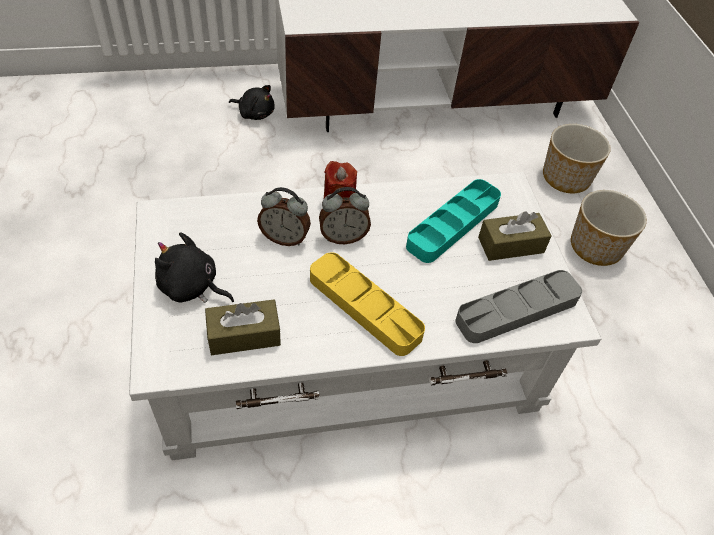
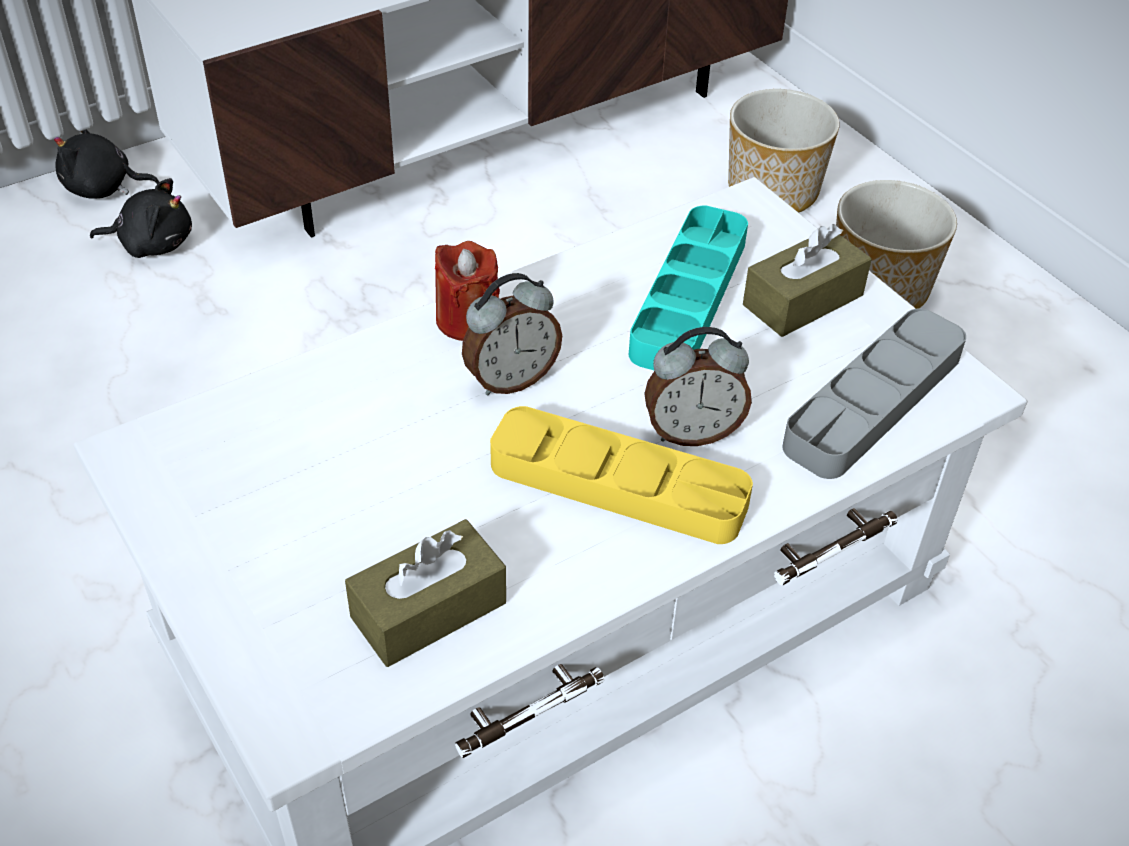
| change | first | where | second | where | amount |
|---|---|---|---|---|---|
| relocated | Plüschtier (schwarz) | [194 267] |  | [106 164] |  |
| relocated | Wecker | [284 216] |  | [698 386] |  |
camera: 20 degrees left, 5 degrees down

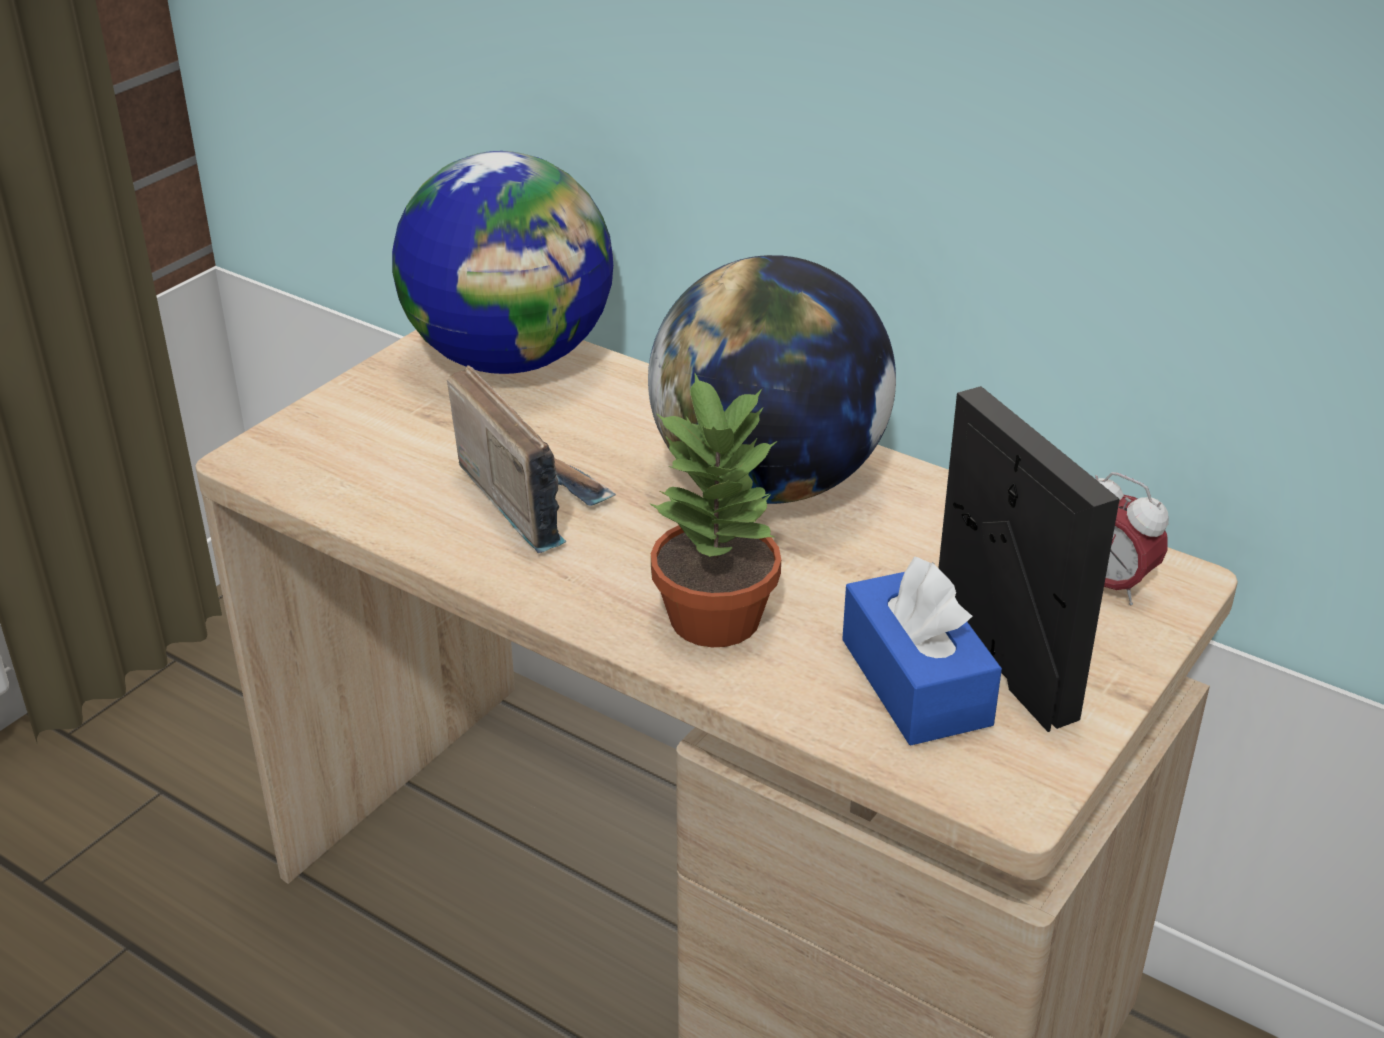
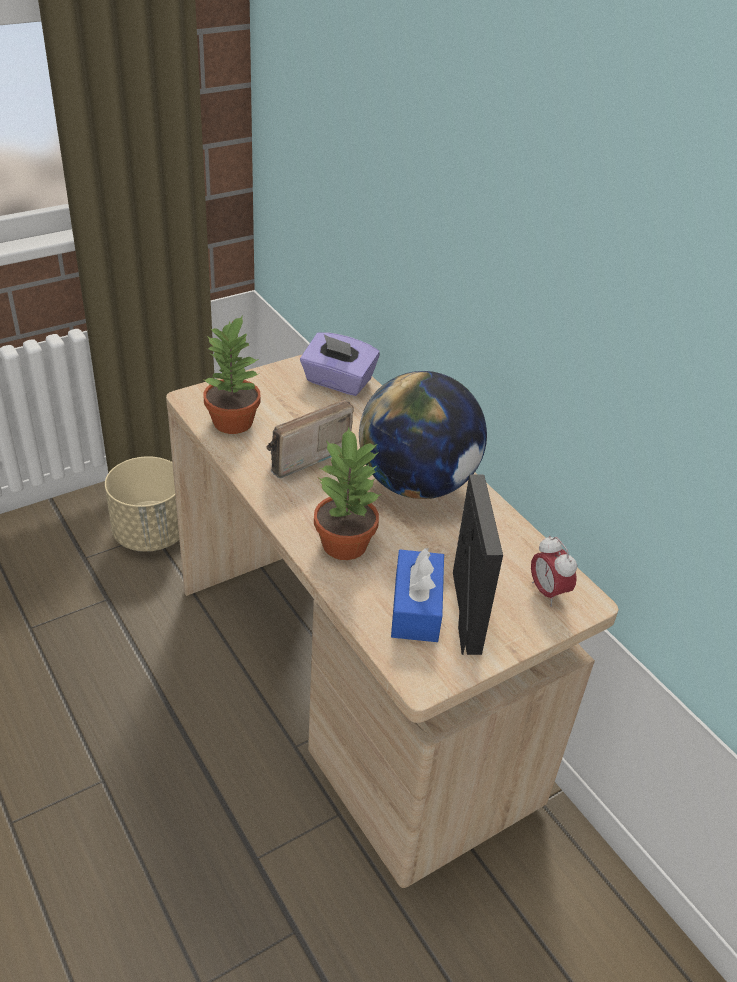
| change | first | where | second | where | amount |
|---|---|---|---|---|---|
| appeared |  |  | Pflanzkübel (beige) | [142 504] |  |
| appeared |  |  | Topfpflanze | [231 374] |  |
| exchanged | Globus | [502 262] | Taschentuchbox (lila) | [340 364] |  |
| spun | Radio | [531 459] |  | [310 439] | 120 degrees counterclockwise |
camera: 20 degrees right, 5 degrees up

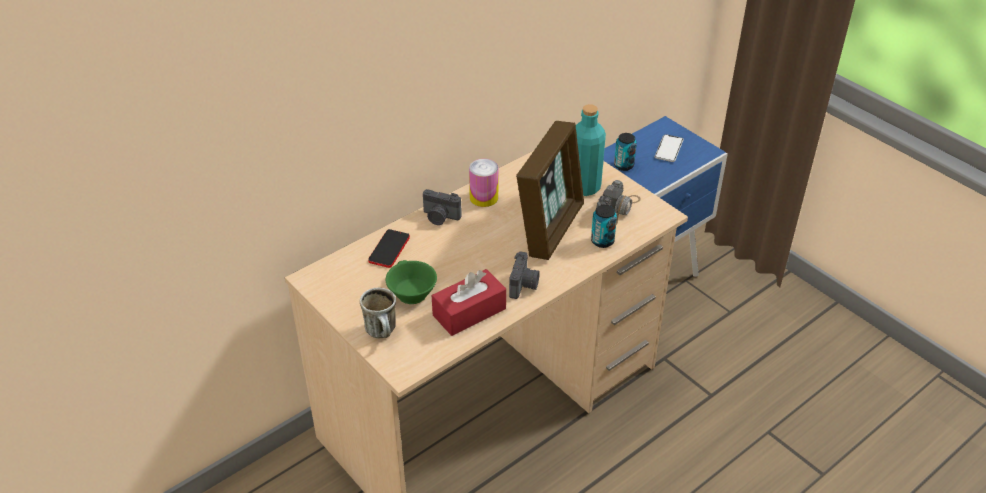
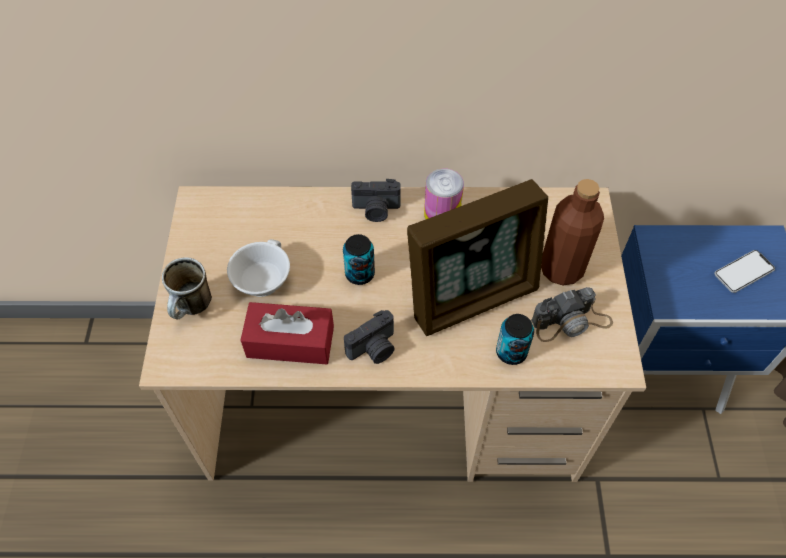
| change | first | where | second | where | amount |
|---|---|---|---|---|---|
| missing | Handy | [389 248] |  |  |  |
| relocated | Dose | [625 152] |  | [359 259] |  |
| colour | Tasse (grün) | [411 282] | Tasse (weiß) | [258 268] |  |
| colour | Flasche (türkis) | [591 150] | Flasche (braun) | [572 232] |  |
| spun | Kamera | [442 207] |  | [376 200] | 60 degrees counterclockwise |
camera: 40 degrees right, 15 degrees up

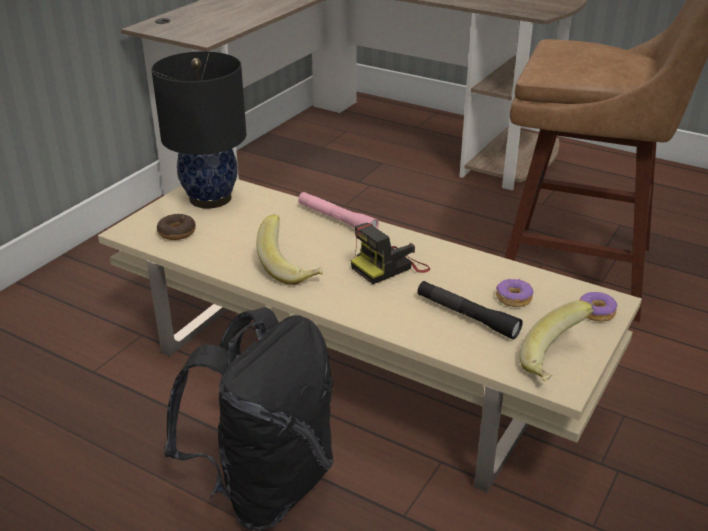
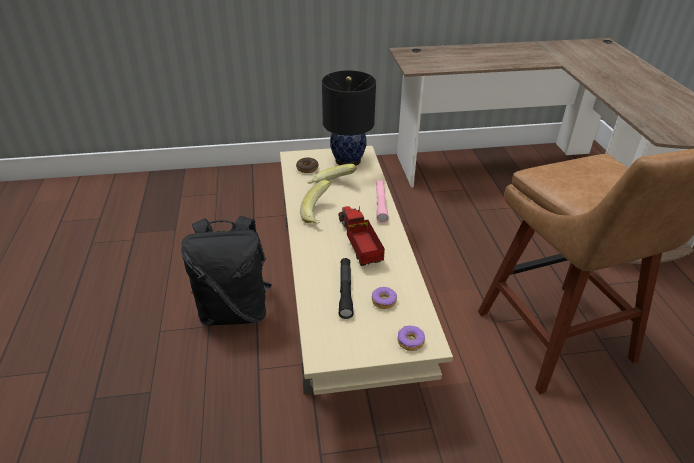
| change | first | where | second | where | amount |
|---|---|---|---|---|---|
| relocated | Banane | [556 340] |  | [332 174] |  |
| exchanged | Kamera | [390 253] | Spielzeuglaster | [361 236] |  |
camera: 50 degrees right, 5 degrees up

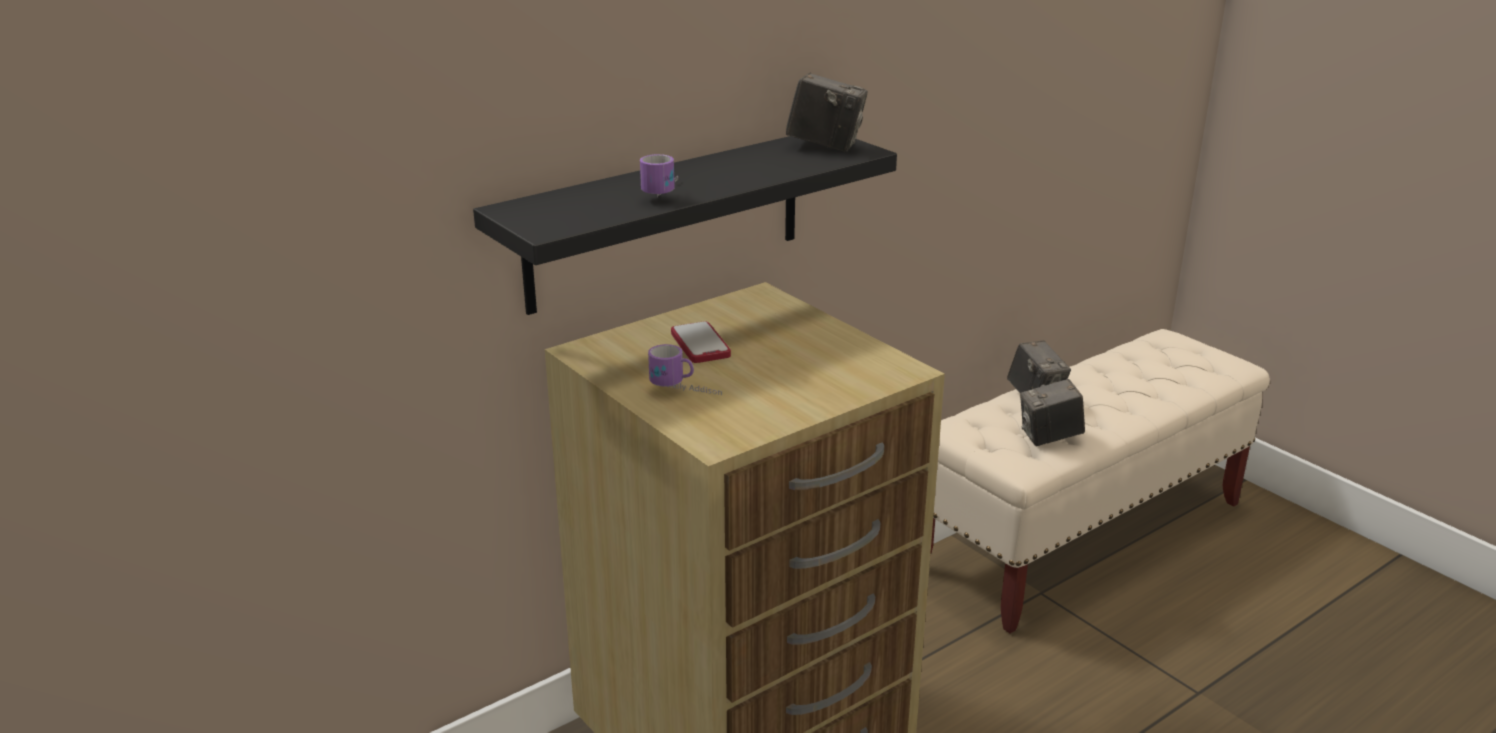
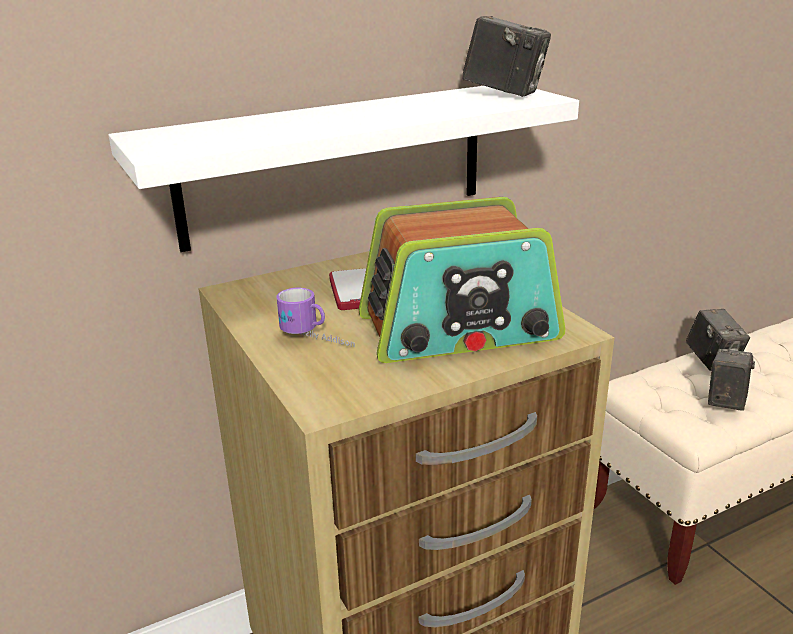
| change | first | where | second | where | amount |
|---|---|---|---|---|---|
| missing | Henkelbecher | [659 175] |  |  |  |
| appeared |  |  | Radio | [462 280] |  |
| colour | Wandregal (schwarz) | [685 225] | Wandregal (weiß) | [344 169] |  |
| spun | Kamera | [1052 412] |  | [731 380] | 120 degrees clockwise |
camera: 10 degrees right, 0 degrees up

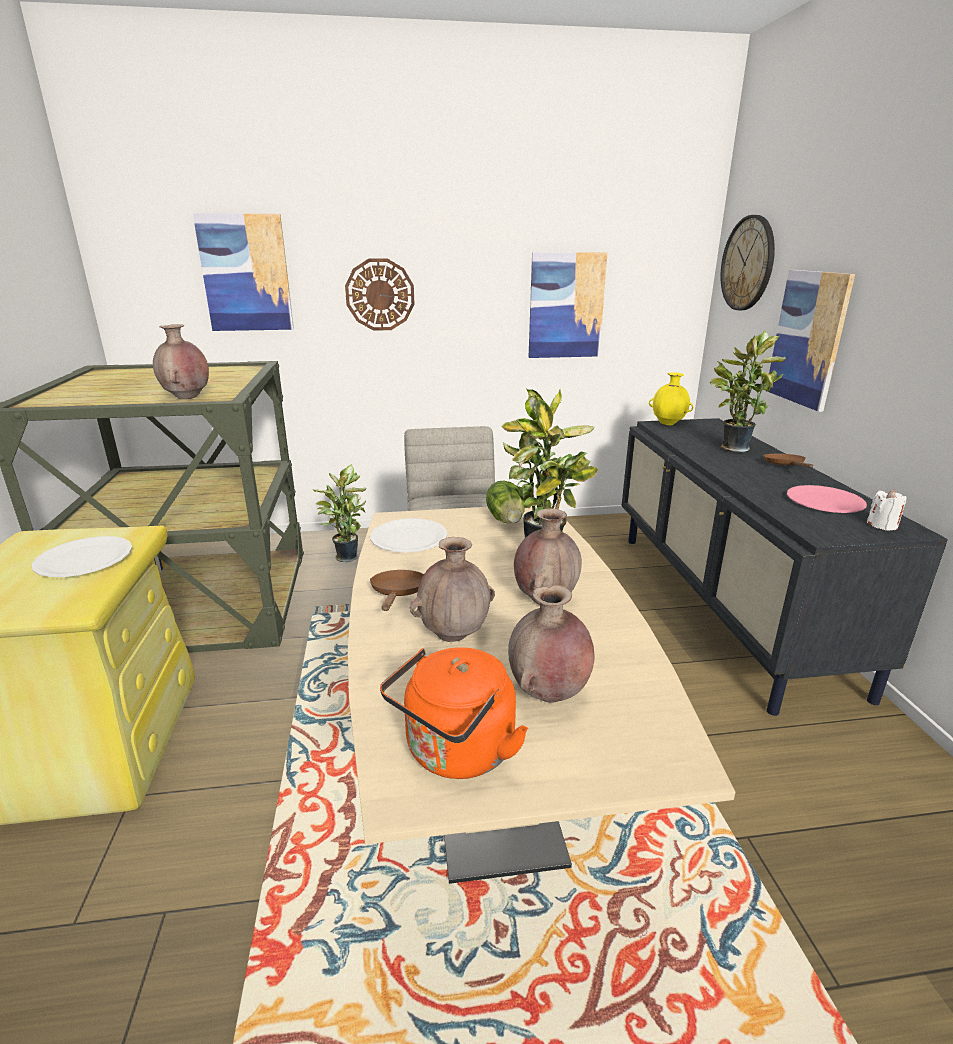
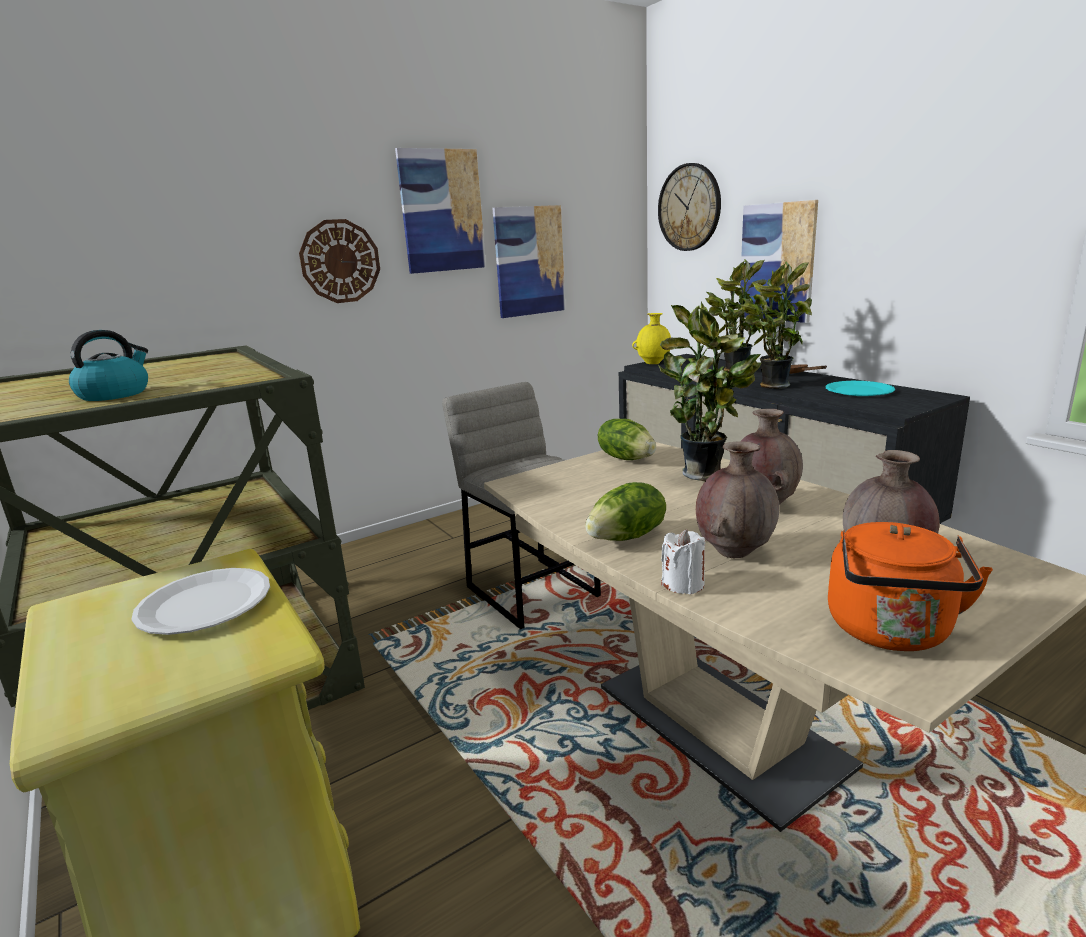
| change | first | where | second | where | amount |
|---|---|---|---|---|---|
| missing | Vase (braun) | [181 361] |  |  |  |
| missing | Teller (weiß) | [409 535] |  |  |  |
| appeared |  |  | Wasserkessel | [108 365] |  |
| relocated | Bild | [243 272] |  | [440 211] |  |
| relocated | Topfpflanze | [340 513] |  | [776 325] |  |
| relocated | Kerze (weiß) | [886 510] |  | [683 561] |  |
| exchanged | Pfanne (braun) | [397 590] | Salatkopf | [625 511] |  |
| colour | Teller (rosa) | [827 499] | Teller (türkis) | [860 388] |  |
camera: 25 degrees left, 5 degrees down

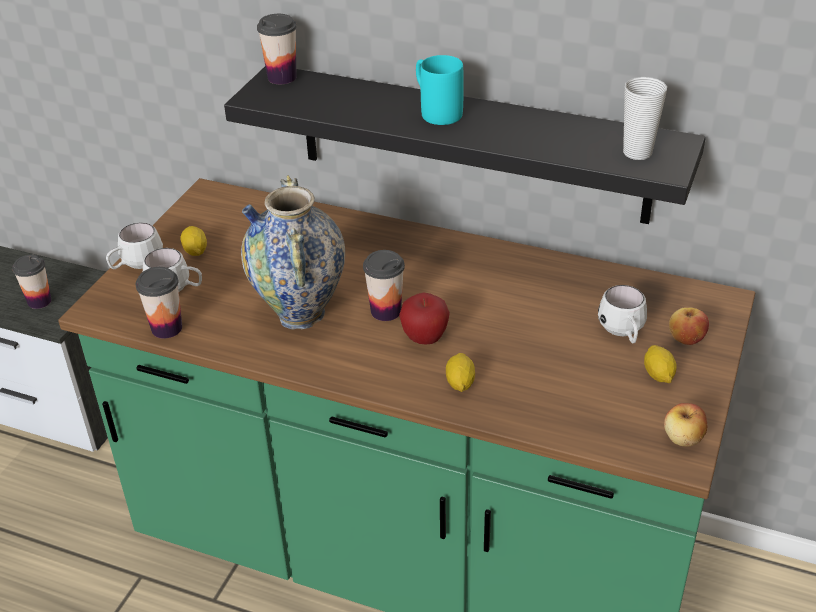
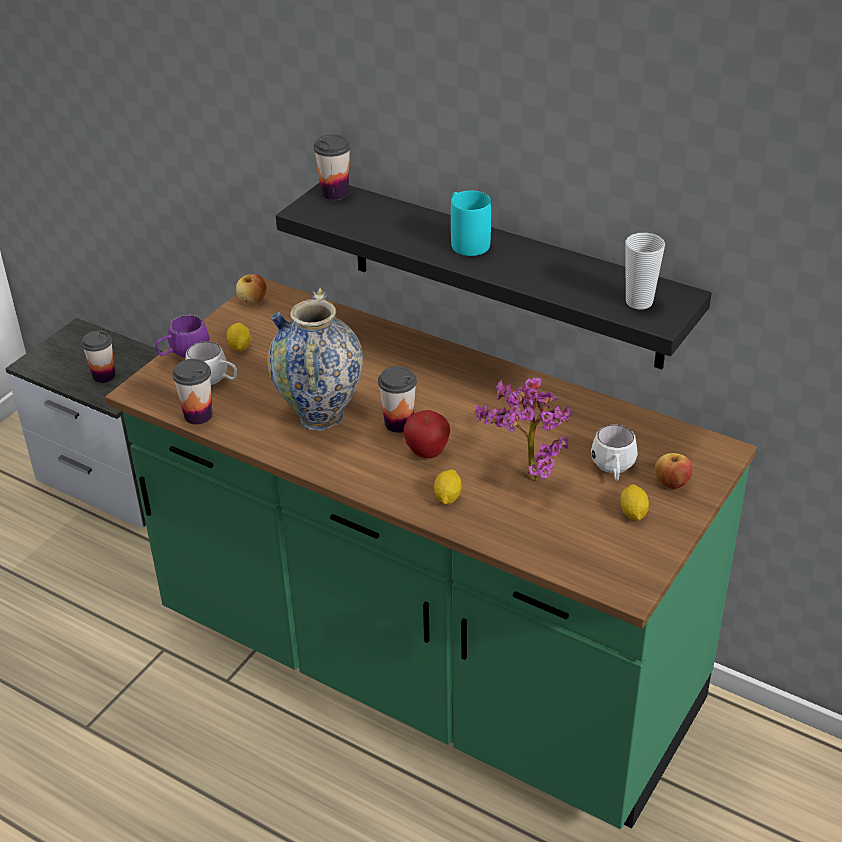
| change | first | where | second | where | amount |
|---|---|---|---|---|---|
| appeared |  |  | Topfpflanze | [523 429] |  |
| relocated | Apfel | [685 425] |  | [251 289] |  |
| colour | Henkelbecher (weiß) | [134 245] | Henkelbecher (lila) | [182 336] |  |
camera: 10 degrees right, 0 degrees up

